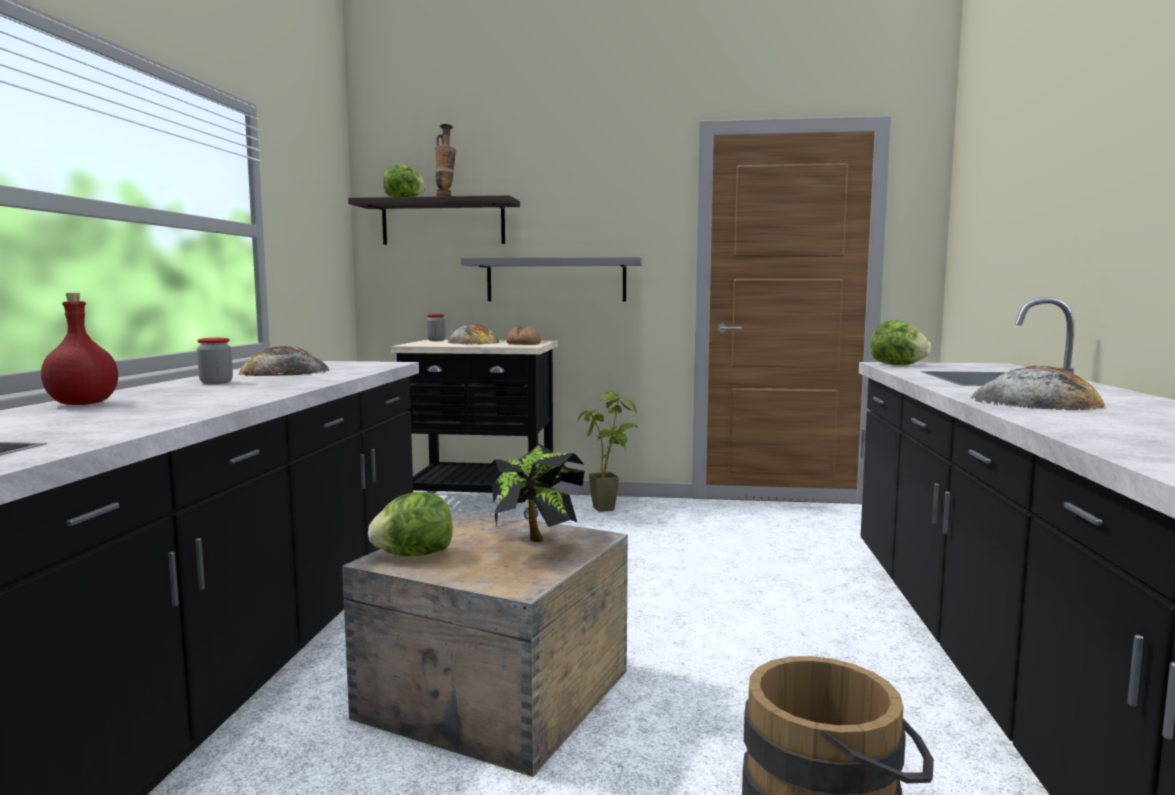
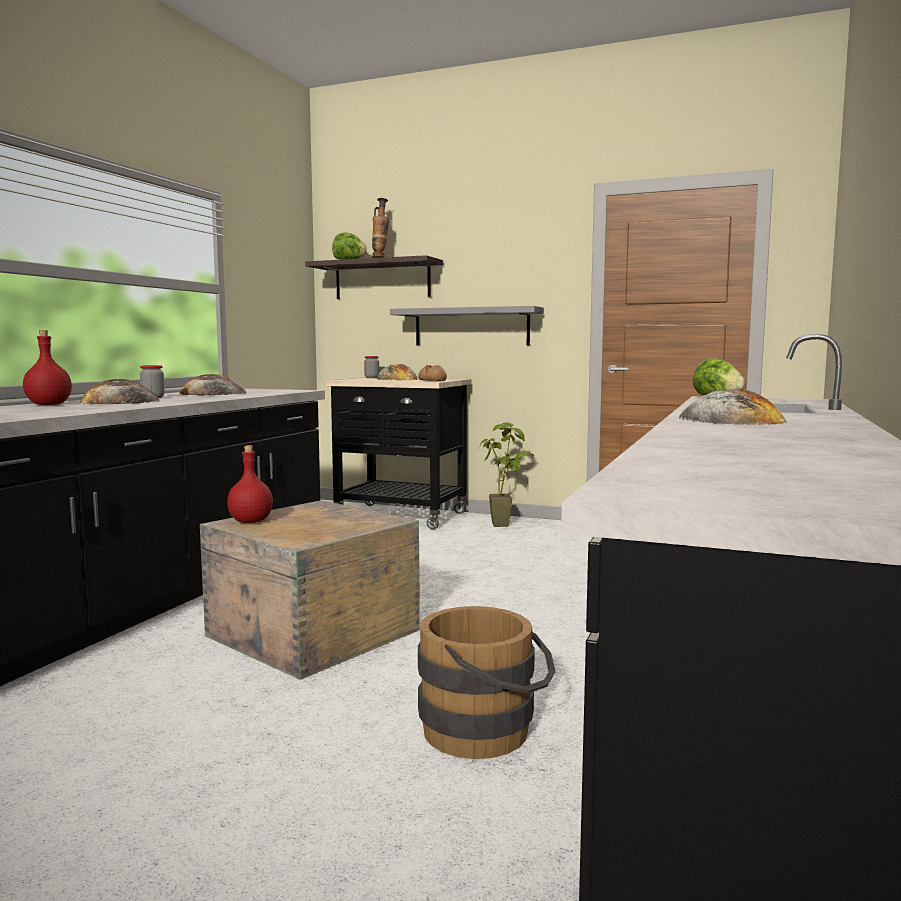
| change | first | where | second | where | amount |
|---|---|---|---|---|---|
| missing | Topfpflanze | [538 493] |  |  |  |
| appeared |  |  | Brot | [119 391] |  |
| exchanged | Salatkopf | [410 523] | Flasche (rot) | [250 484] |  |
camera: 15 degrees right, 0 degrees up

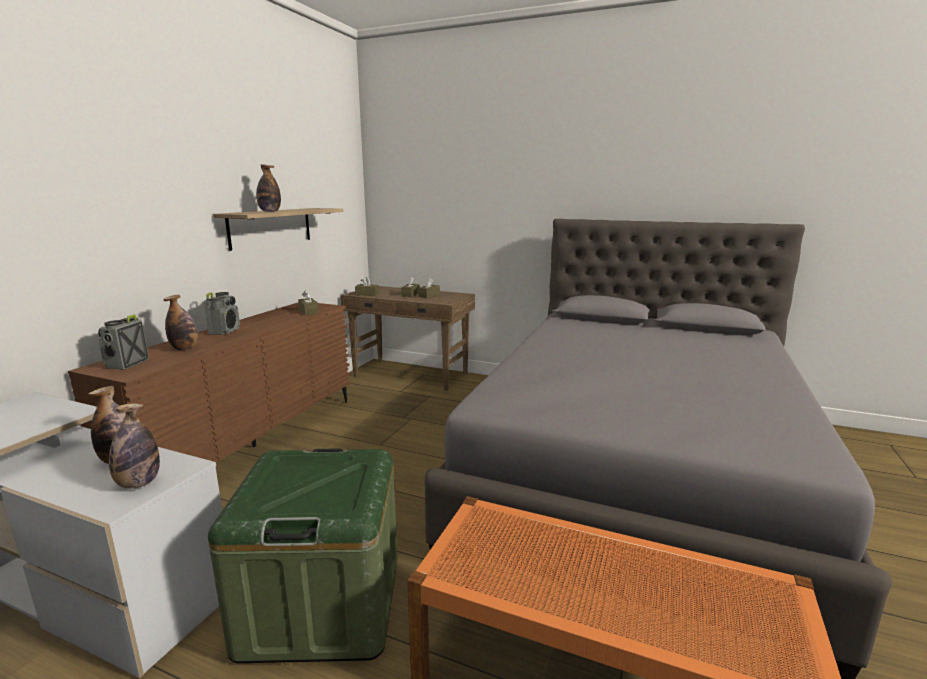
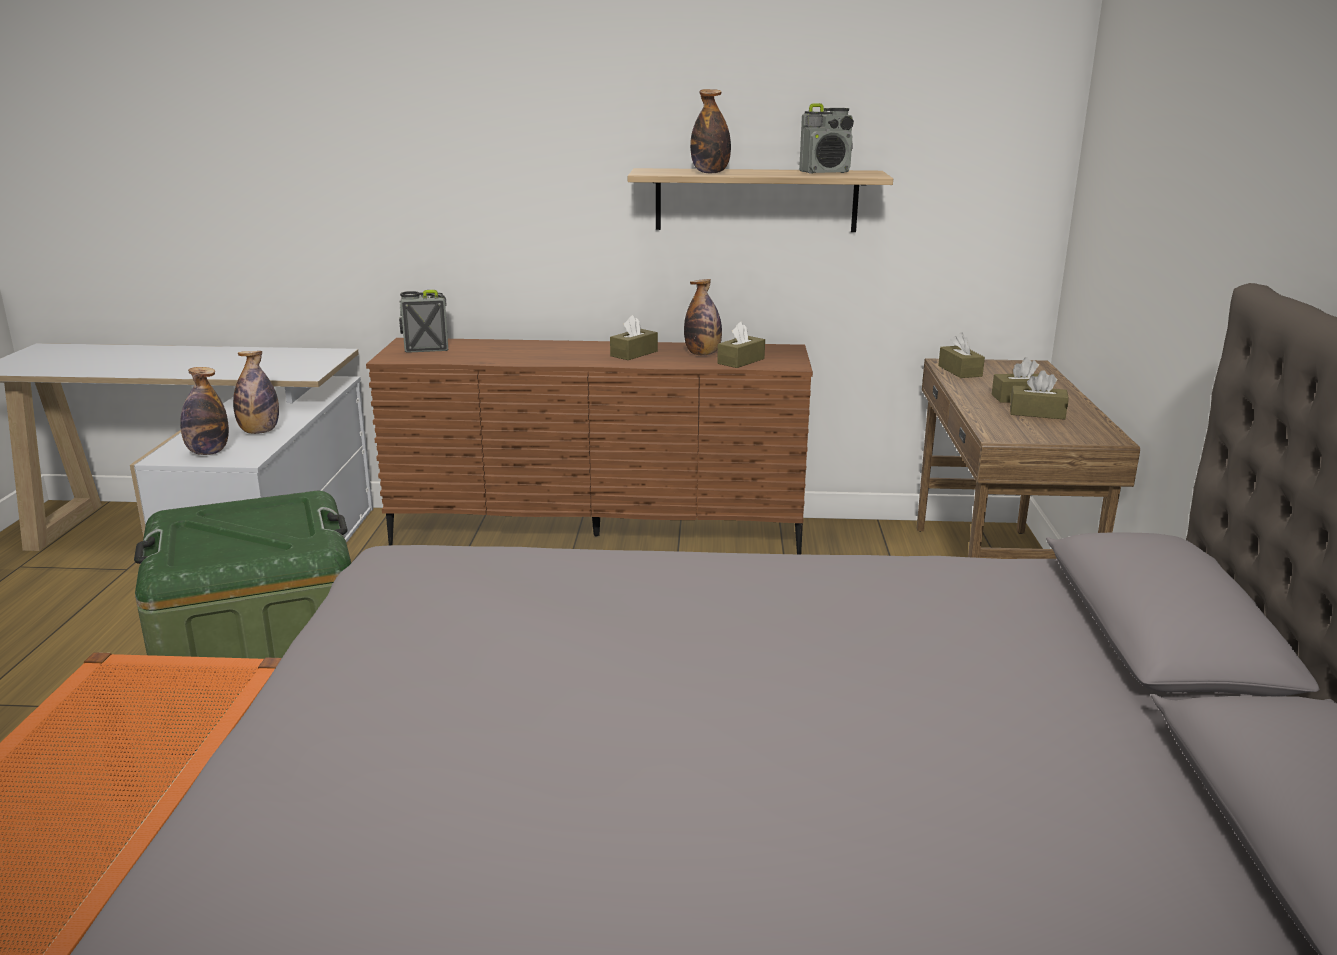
| change | first | where | second | where | amount |
|---|---|---|---|---|---|
| appeared |  |  | Taschentuchbox (braun) | [634 337] |  |
| relocated | Flasche | [180 322] |  | [703 317] |  |
| relocated | Radio | [222 313] |  | [826 138] |  |
camera: 70 degrees right, 5 degrees up

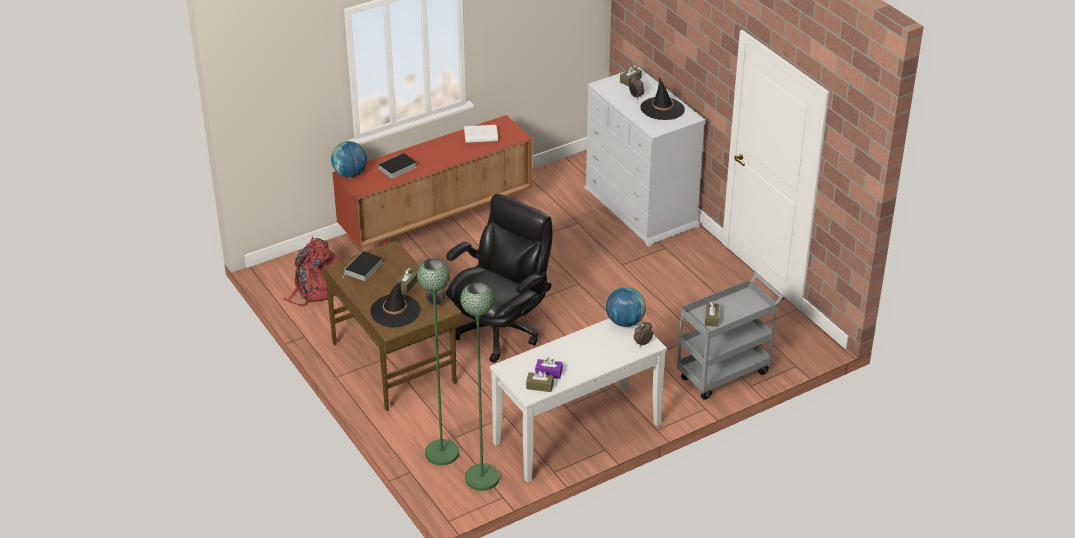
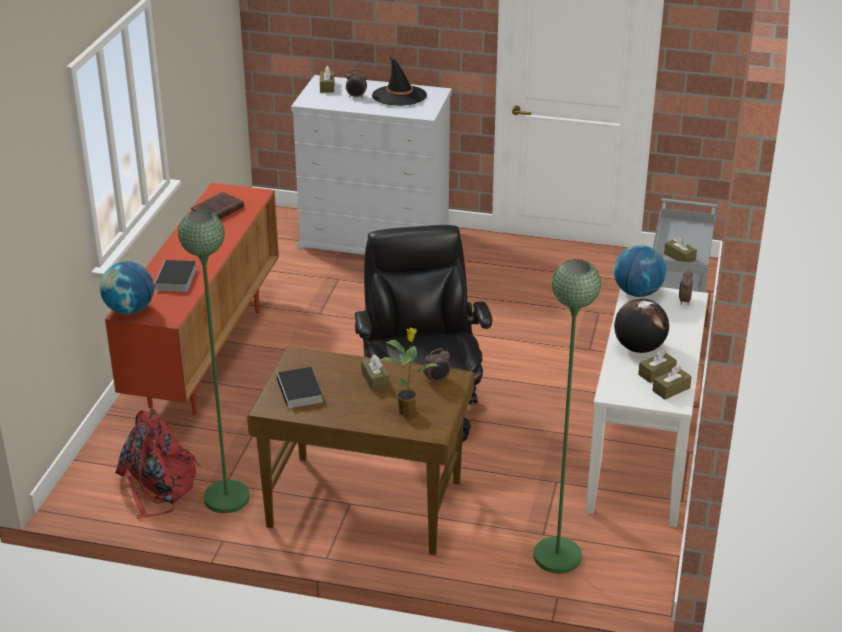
| change | first | where | second | where | amount |
|---|---|---|---|---|---|
| appeared |  |  | Globus | [641 325] |  |
| relocated | Stehlampe (grün) | [479 386] |  | [214 361] |  |
| exchanged | Hut (schwarz) | [395 305] | Topfpflanze | [409 372] |  |
| colour | Buch (weiß) | [481 134] | Buch (braun) | [217 205] |  |
| colour | Taschentuchbox (lila) | [549 368] | Taschentuchbox (braun) | [657 366] |  |
camera: 45 degrees left, 5 degrees down

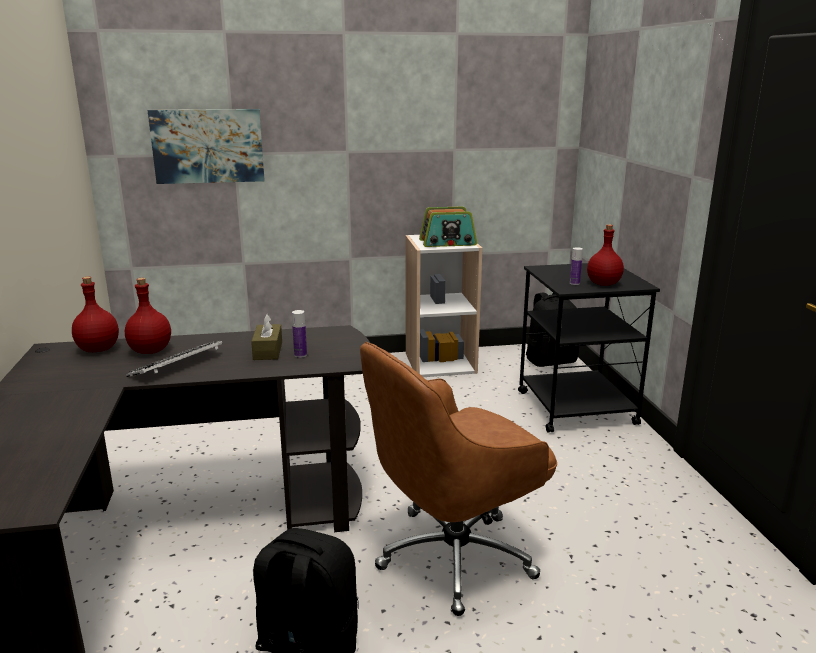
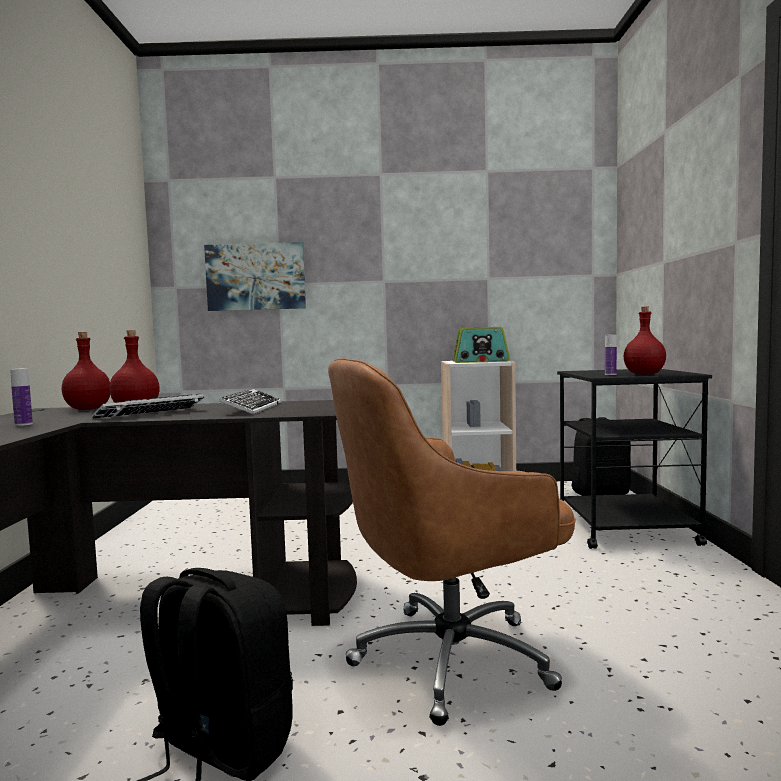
| change | first | where | second | where | amount |
|---|---|---|---|---|---|
| relocated | Flasche | [299 334] |  | [21 397] |  |
| exchanged | Taschentuchbox (braun) | [266 337] | Tastatur | [250 402] |  |
camera: 10 degrees right, 15 degrees down

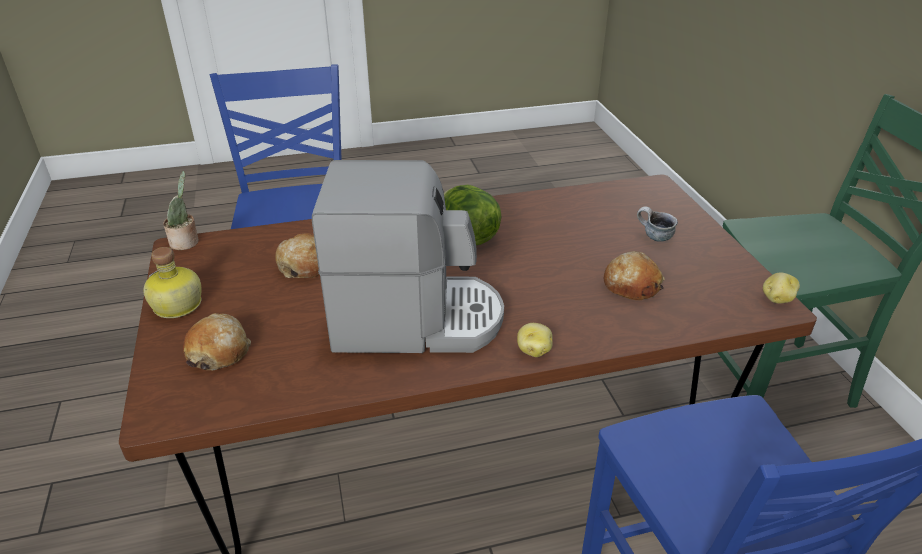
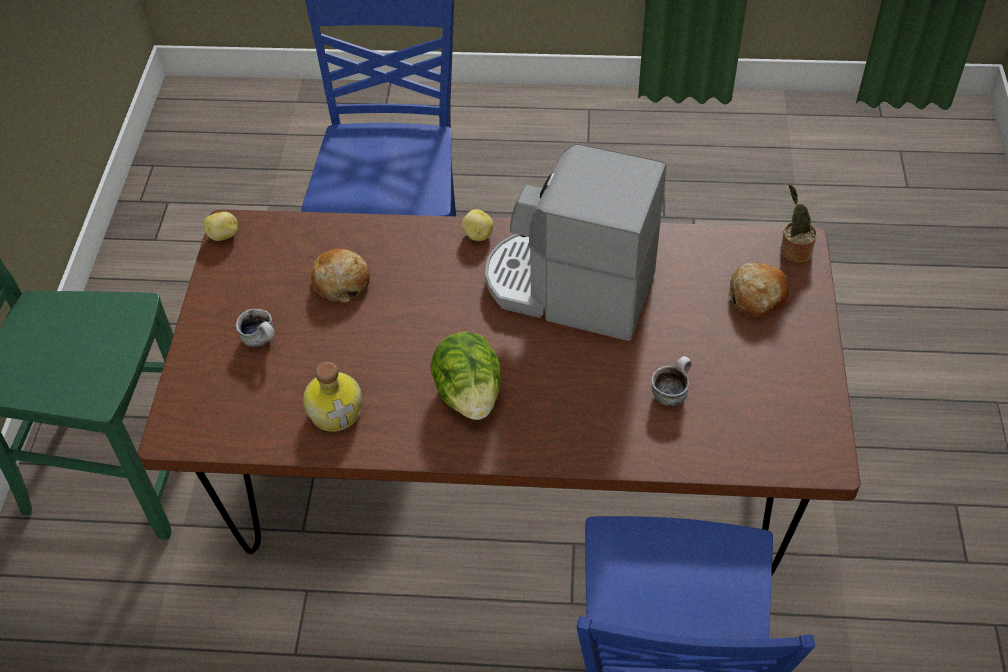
| change | first | where | second | where | amount |
|---|---|---|---|---|---|
| relocated | Flasche | [172 282] |  | [332 397] |  |
| relocated | Topfpflanze | [181 210] |  | [798 224] |  |
| exchanged | Brot | [297 255] | Henkelbecher | [671 381] |  |
camera: 160 degrees left, 15 degrees up

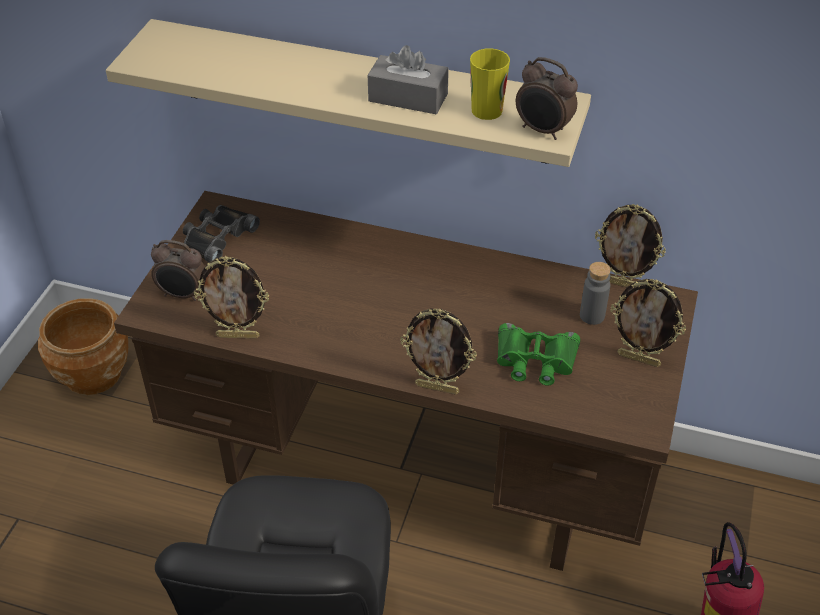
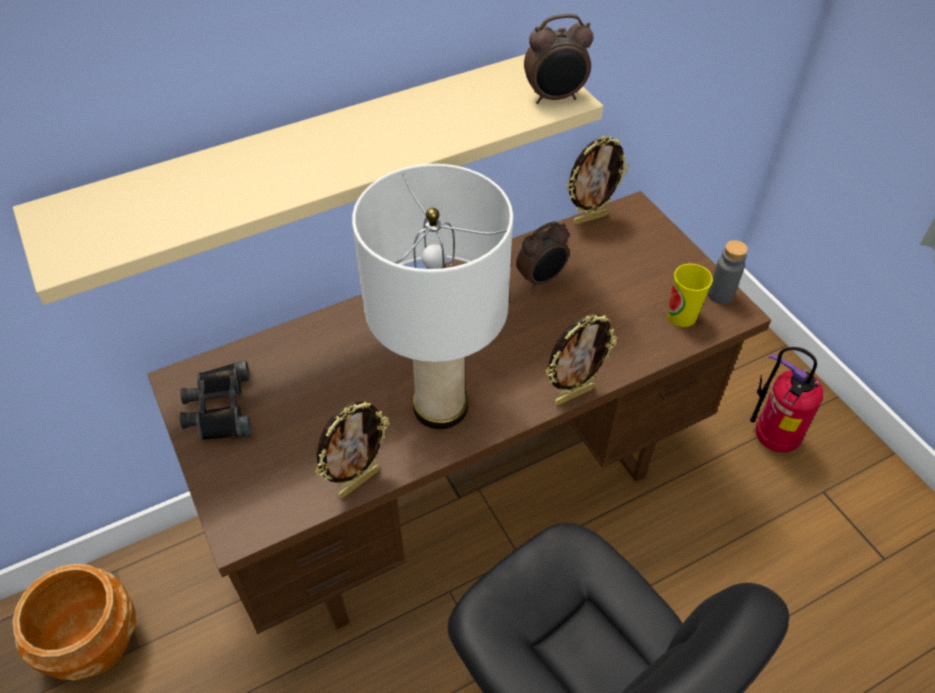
| change | first | where | second | where | amount |
|---|---|---|---|---|---|
| missing | Taschentuchbox (grau) | [408 79] |  |  |  |
| missing | Fernglas (grün) | [538 354] |  |  |  |
| missing | Bilderrahmen | [648 323] |  |  |  |
| appeared |  |  | Tischlampe (weiß) | [432 296] |  |
| relocated | Wecker | [178 270] |  | [542 255] |  |
| relocated | Tasse | [490 84] |  | [690 295] |  |
| relocated | Flasche (grau) | [595 293] |  | [728 272] |  |
camera: 45 degrees left, 5 degrees up

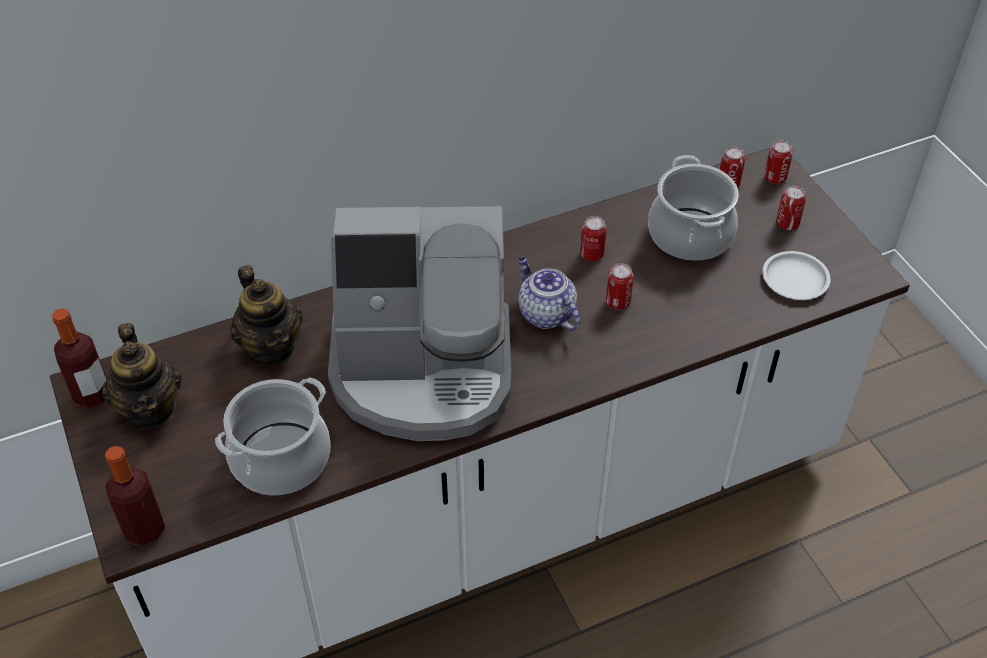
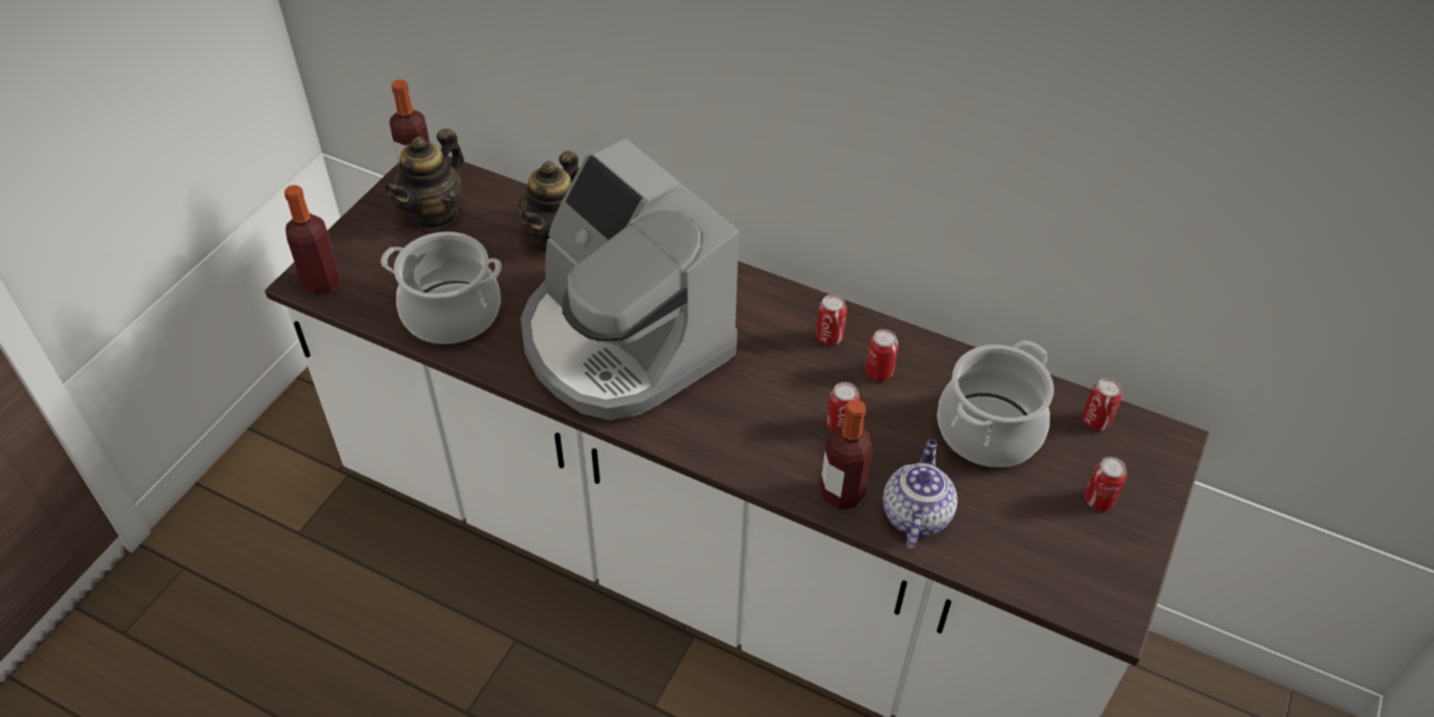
| change | first | where | second | where | amount |
|---|---|---|---|---|---|
| missing | Teller (weiß) | [796 275] |  |  |  |
| appeared |  |  | Flasche | [846 454] |  |
| relocated | Teekanne | [549 294] |  | [920 494] |  |
| relocated | Dose | [778 162] |  | [831 319] |  |
camera: 50 degrees right, 0 degrees up

